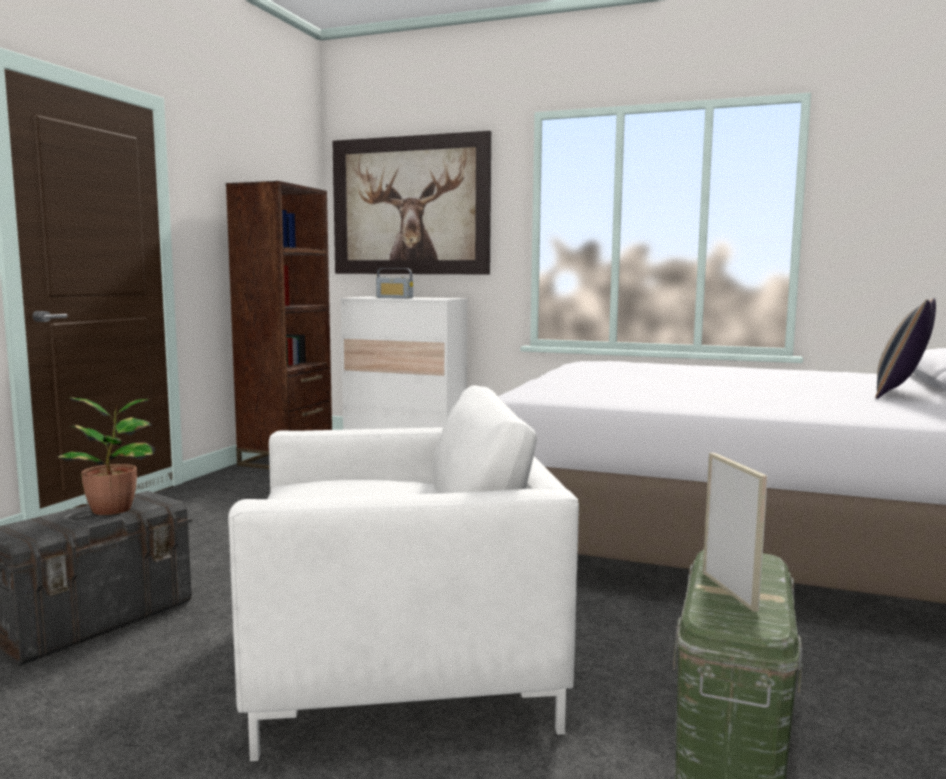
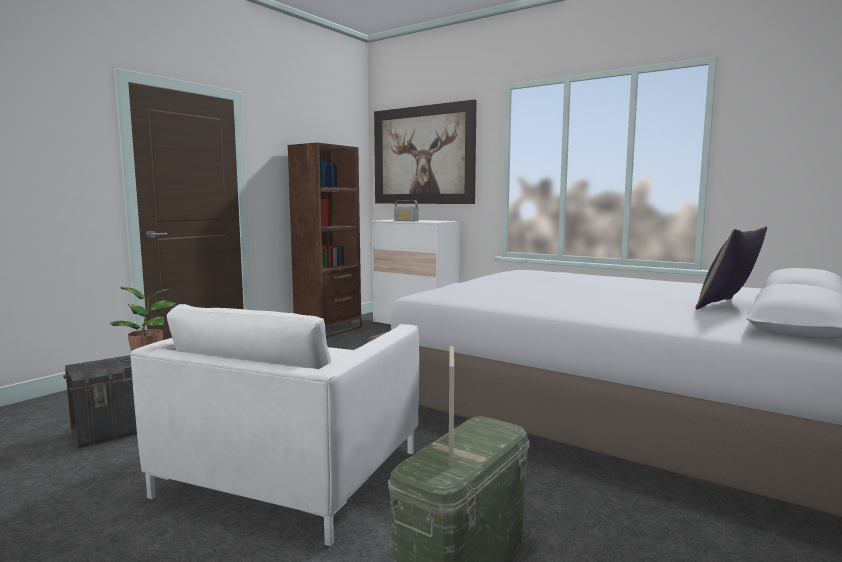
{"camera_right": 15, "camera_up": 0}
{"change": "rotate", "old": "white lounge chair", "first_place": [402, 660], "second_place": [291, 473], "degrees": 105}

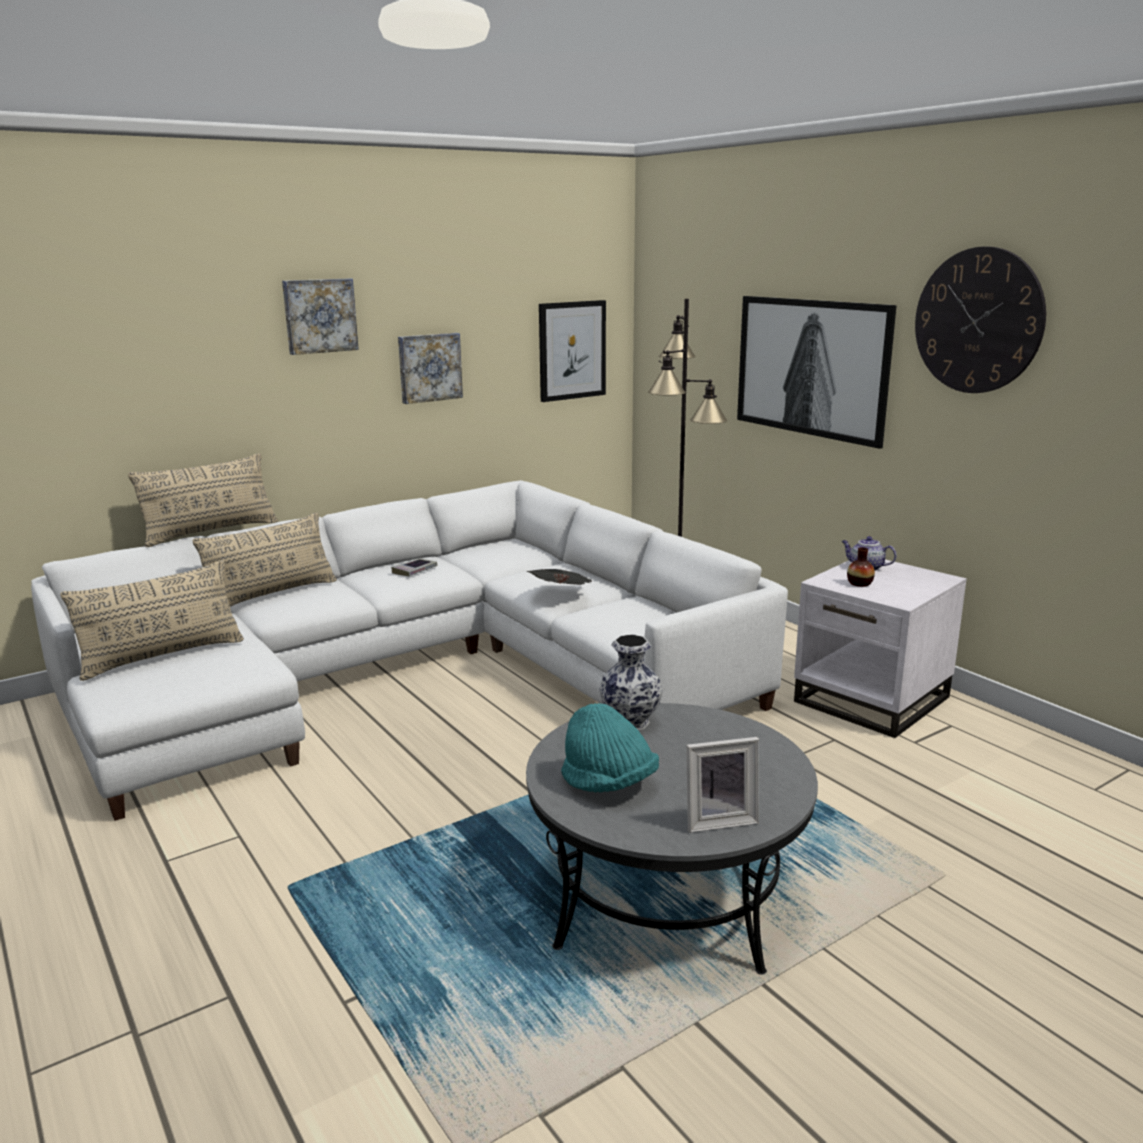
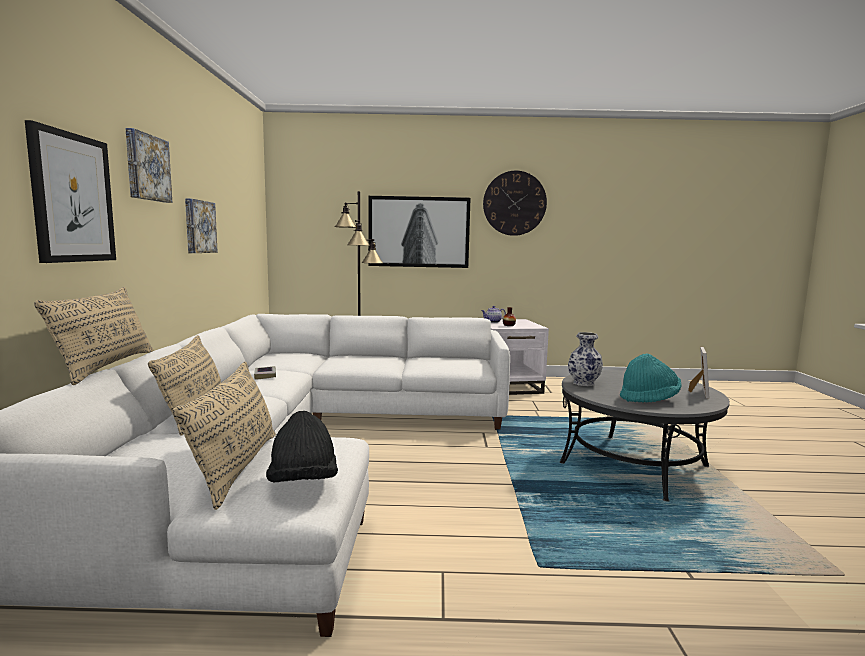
{"camera_right": -55, "camera_up": -10}
{"change": "delete", "old": "daily paper", "first_place": [561, 594]}
{"change": "move", "old": "wall art", "first_place": [572, 350], "second_place": [72, 198]}
{"change": "insert", "new": "blackish hat", "second_place": [303, 483]}

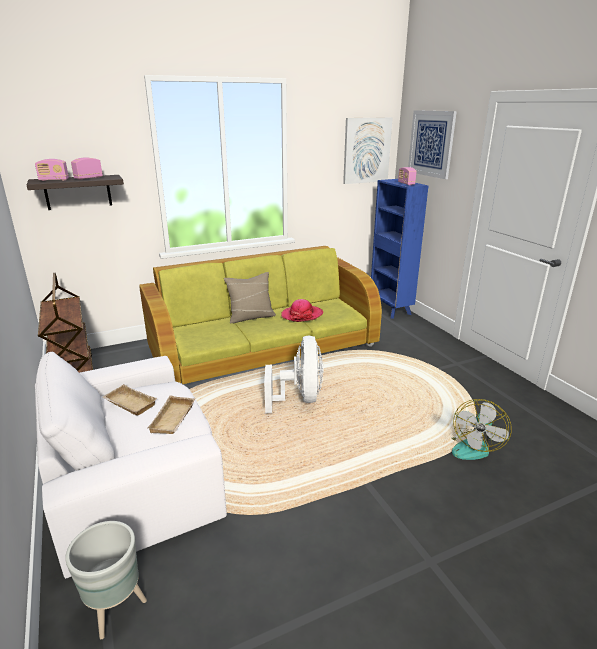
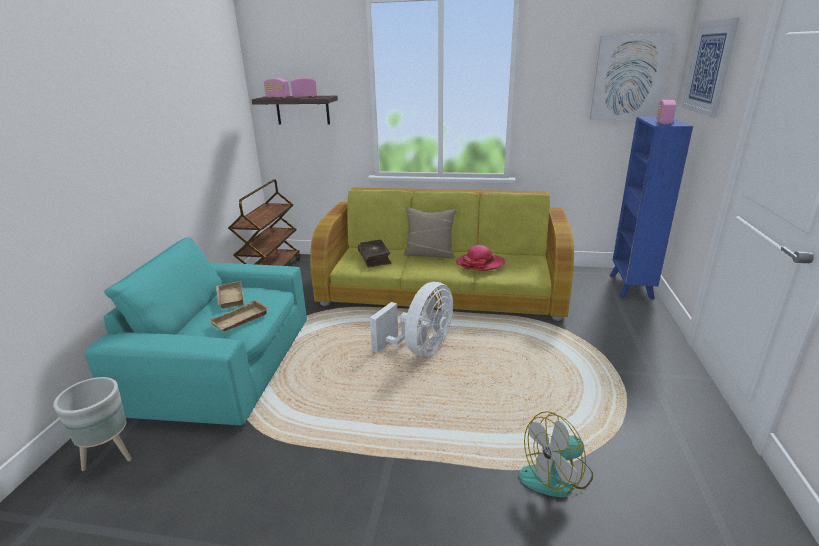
{"camera_right": 35, "camera_up": 0}
{"change": "recolor", "old": "white lounge chair", "new": "turquoise-coloured lounge chair", "first_place": [134, 476], "second_place": [225, 363]}
{"change": "insert", "new": "bound book", "second_place": [375, 258]}

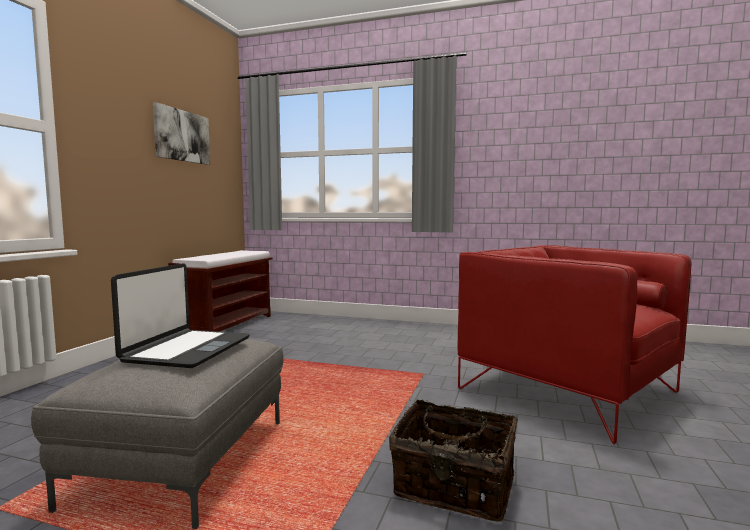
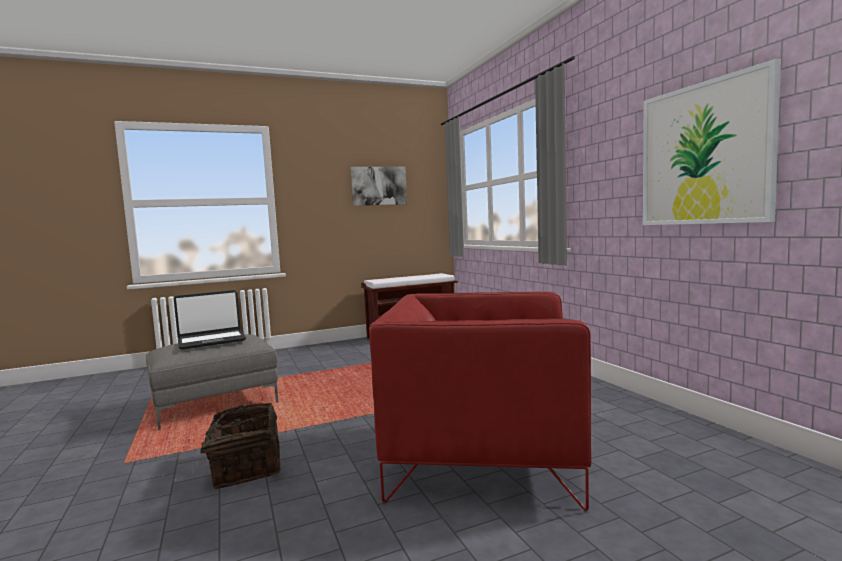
{"camera_right": 50, "camera_up": 0}
{"change": "rotate", "old": "red lounge chair", "first_place": [566, 390], "second_place": [482, 457], "degrees": -90}
{"change": "insert", "new": "wall art", "second_place": [704, 154]}

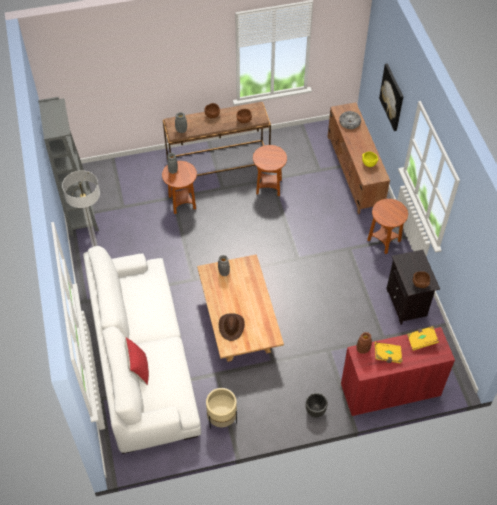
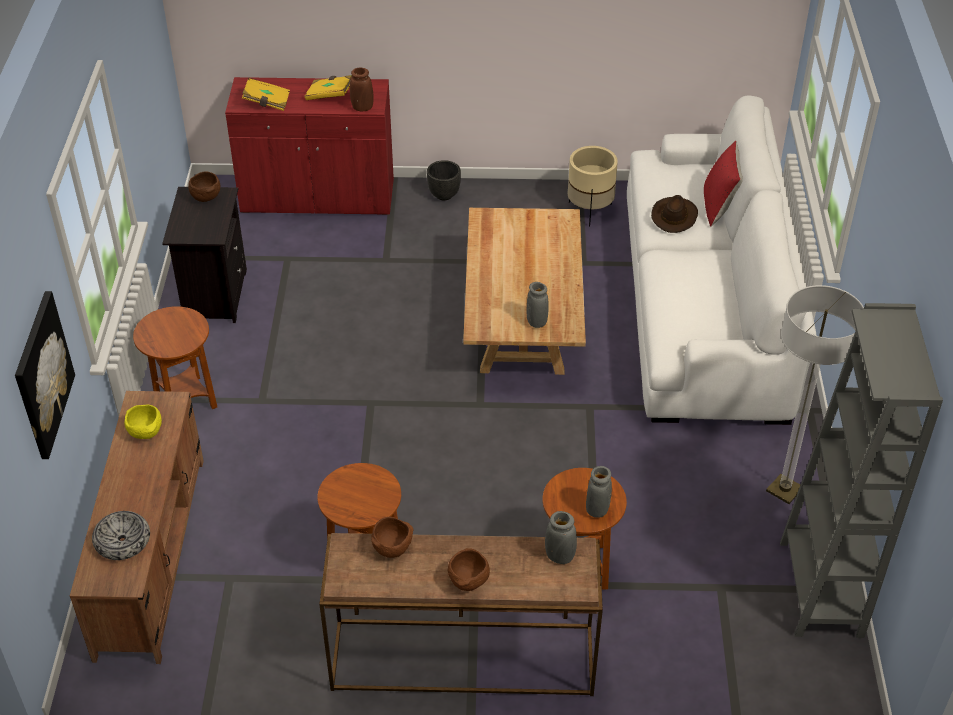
{"camera_right": -165, "camera_up": -10}
{"change": "move", "old": "brown-coloured hat", "first_place": [231, 327], "second_place": [674, 216]}

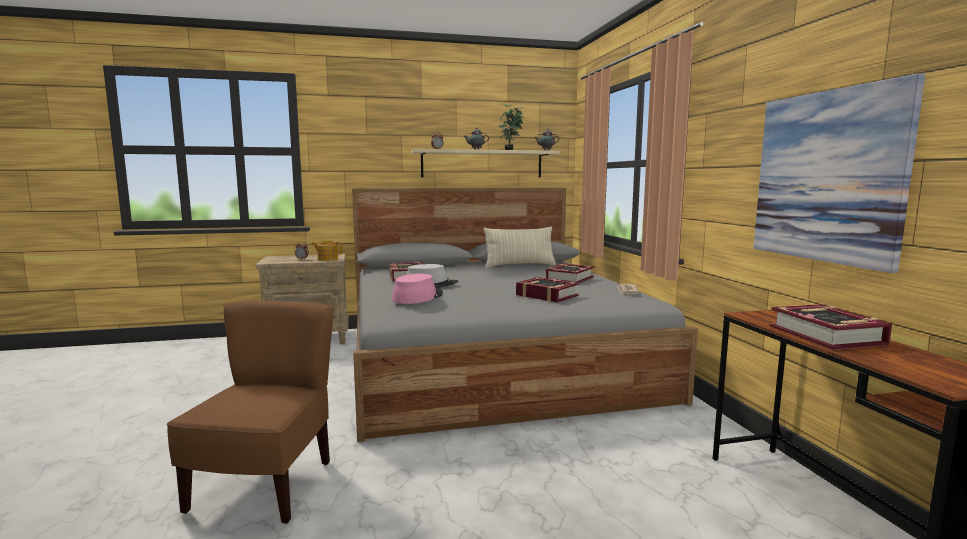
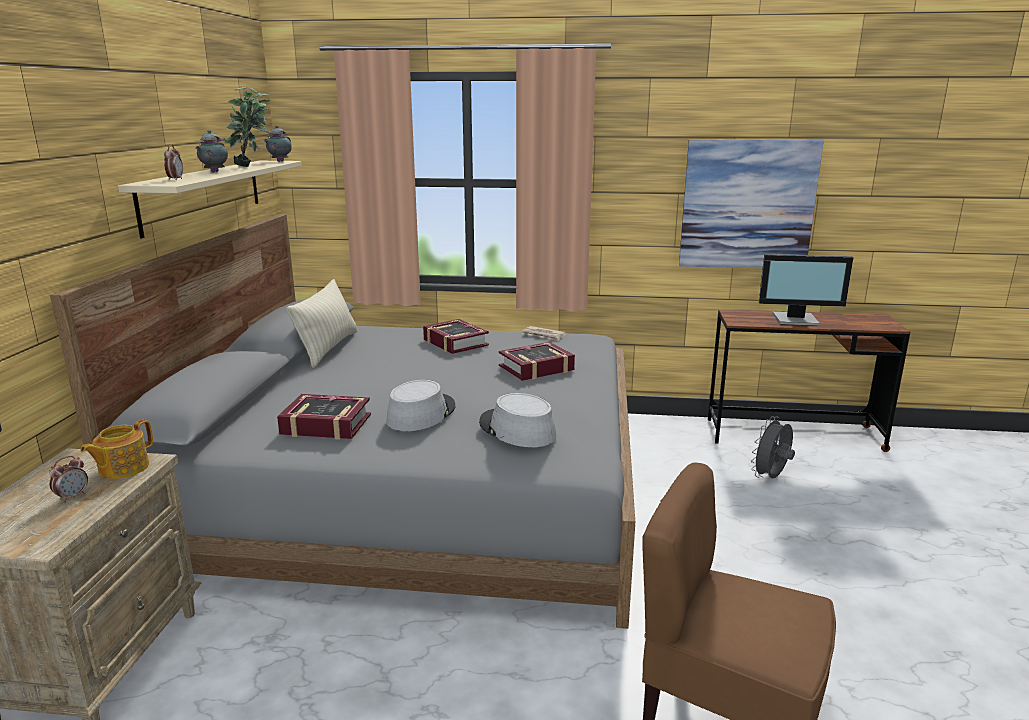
{"camera_right": -70, "camera_up": 10}
{"change": "recolor", "old": "pink hat", "new": "grey hat", "first_place": [417, 297], "second_place": [517, 429]}
{"change": "replace", "old": "bound book", "new": "monitor", "first_place": [826, 335], "second_place": [796, 320]}
{"change": "insert", "new": "grey fan", "second_place": [771, 477]}

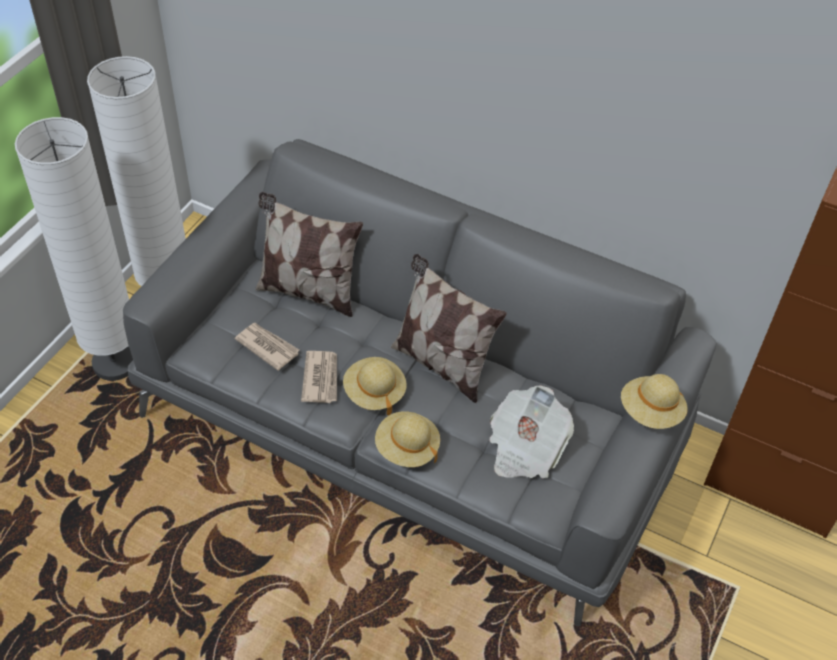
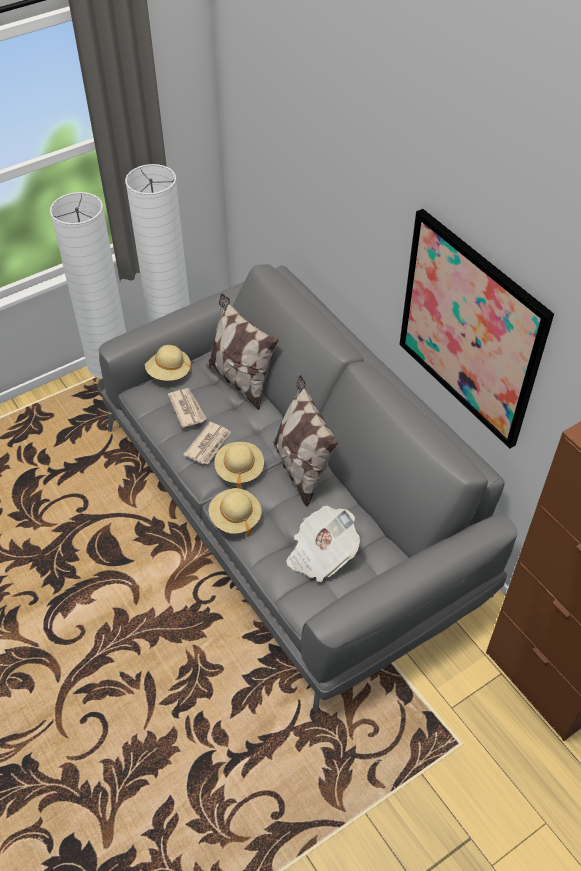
{"camera_right": 30, "camera_up": 0}
{"change": "move", "old": "sand-coloured hat", "first_place": [650, 412], "second_place": [168, 372]}
{"change": "insert", "new": "wall art", "second_place": [470, 329]}

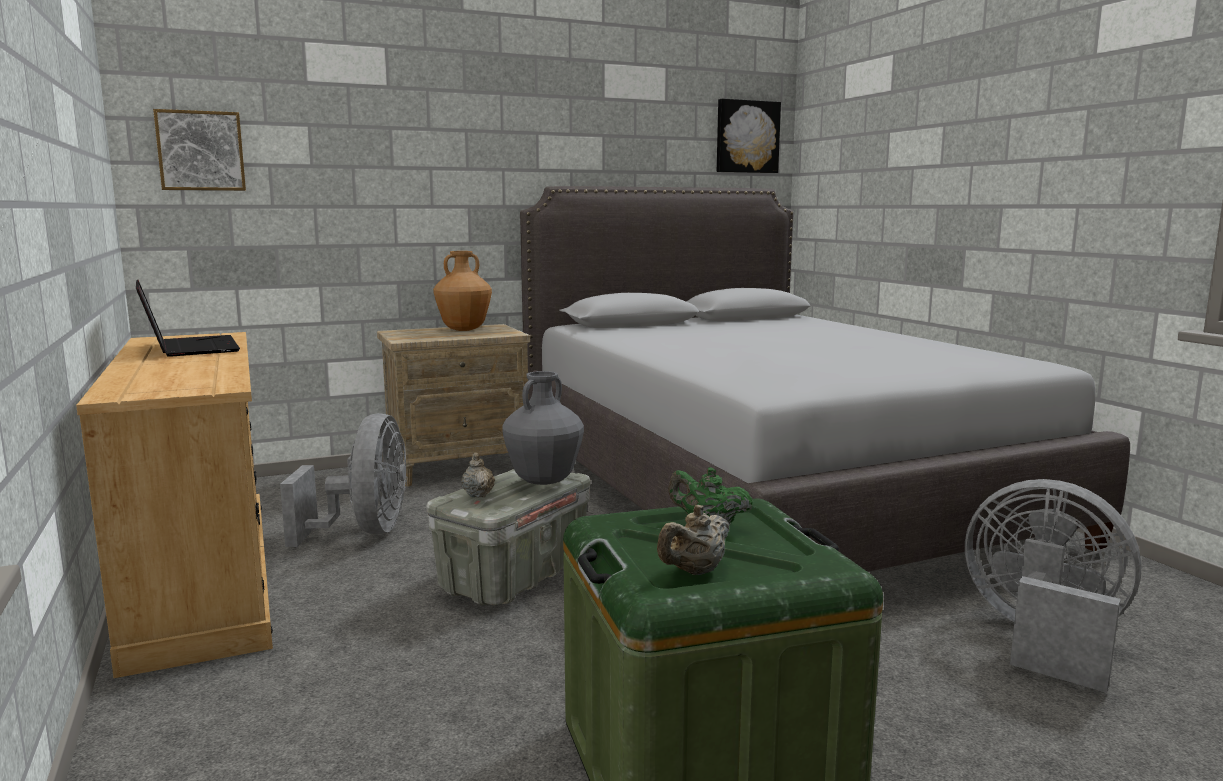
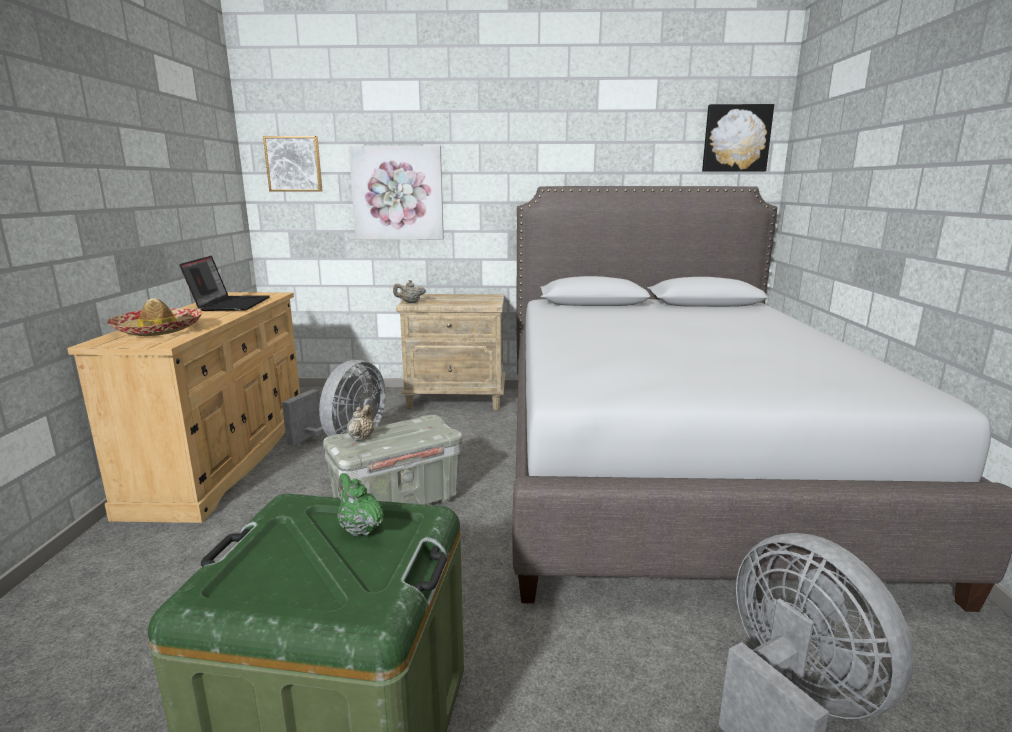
{"camera_right": 25, "camera_up": 5}
{"change": "delete", "old": "brown-coloured flower vase", "first_place": [464, 329]}
{"change": "delete", "old": "grey flower vase", "first_place": [543, 481]}
{"change": "move", "old": "sand-coloured tea pot", "first_place": [694, 571], "second_place": [410, 302]}
{"change": "insert", "new": "hat", "second_place": [158, 330]}
{"change": "insert", "new": "wall art", "second_place": [398, 193]}

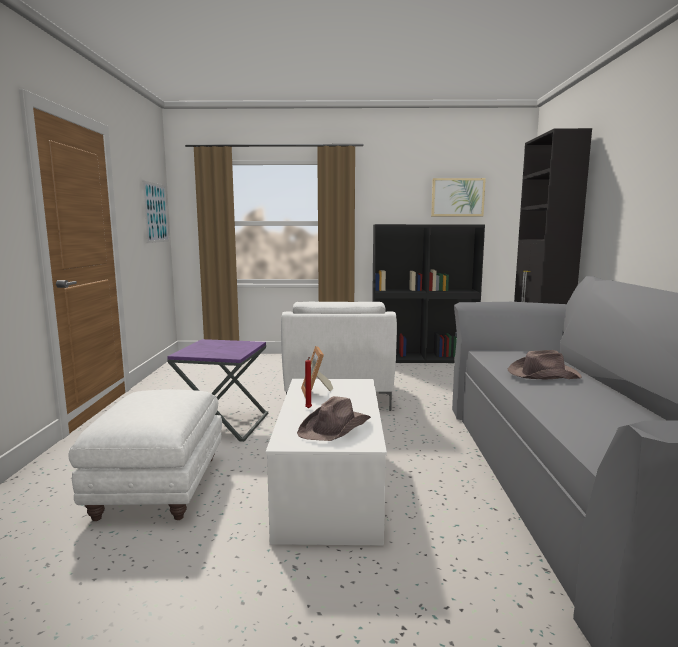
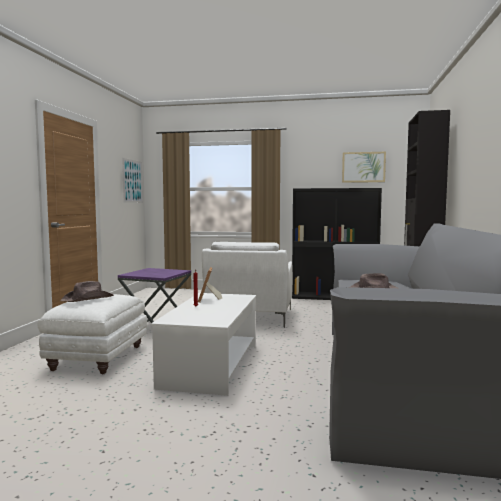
{"camera_right": 10, "camera_up": -5}
{"change": "move", "old": "brown-coloured hat", "first_place": [335, 427], "second_place": [88, 299]}

